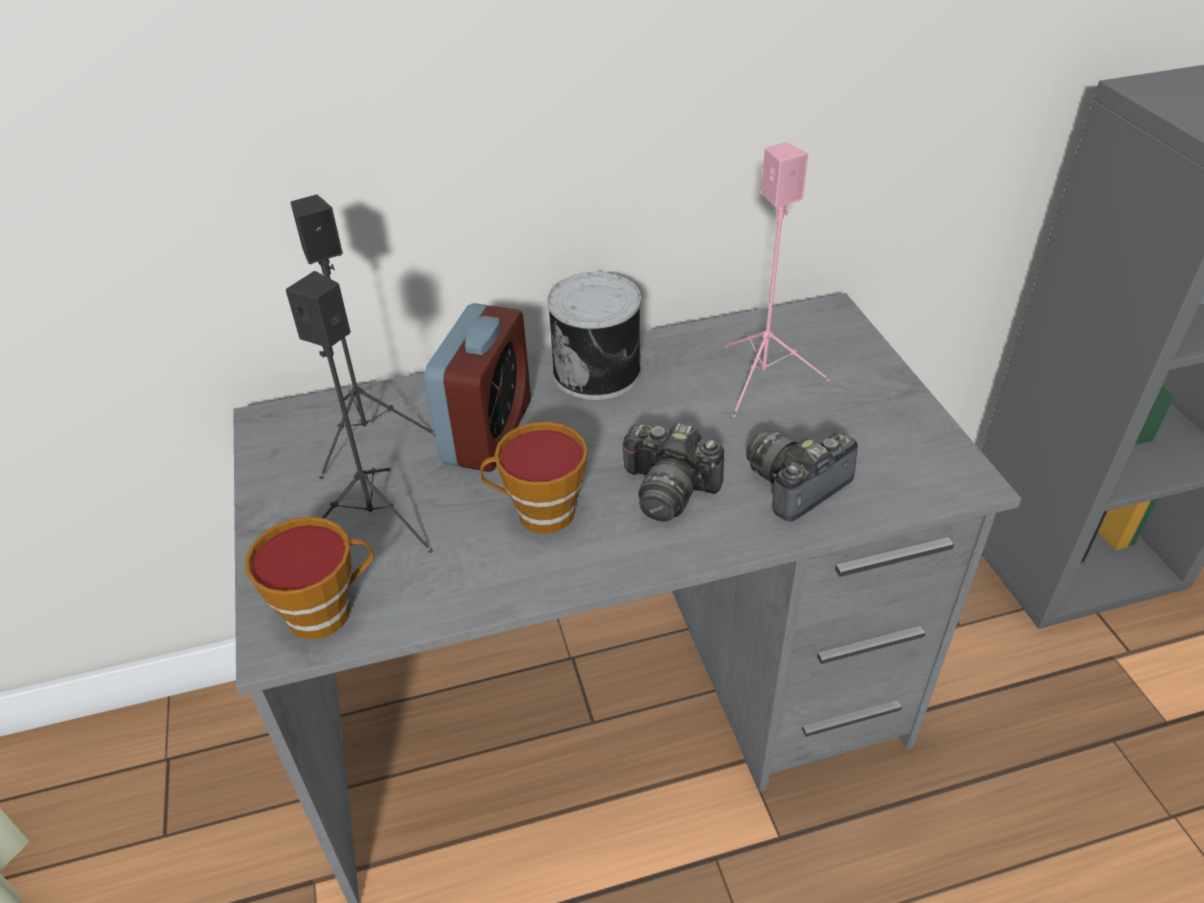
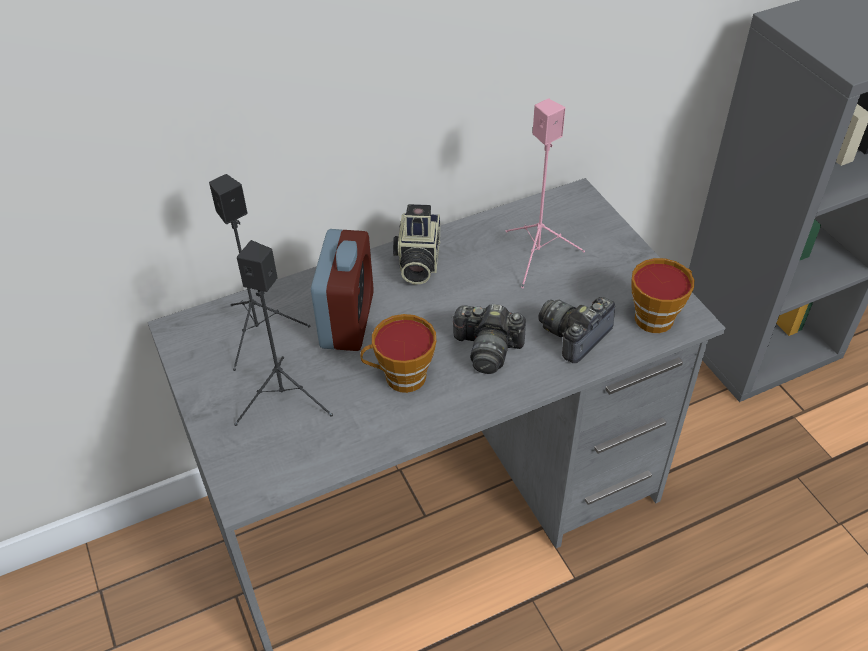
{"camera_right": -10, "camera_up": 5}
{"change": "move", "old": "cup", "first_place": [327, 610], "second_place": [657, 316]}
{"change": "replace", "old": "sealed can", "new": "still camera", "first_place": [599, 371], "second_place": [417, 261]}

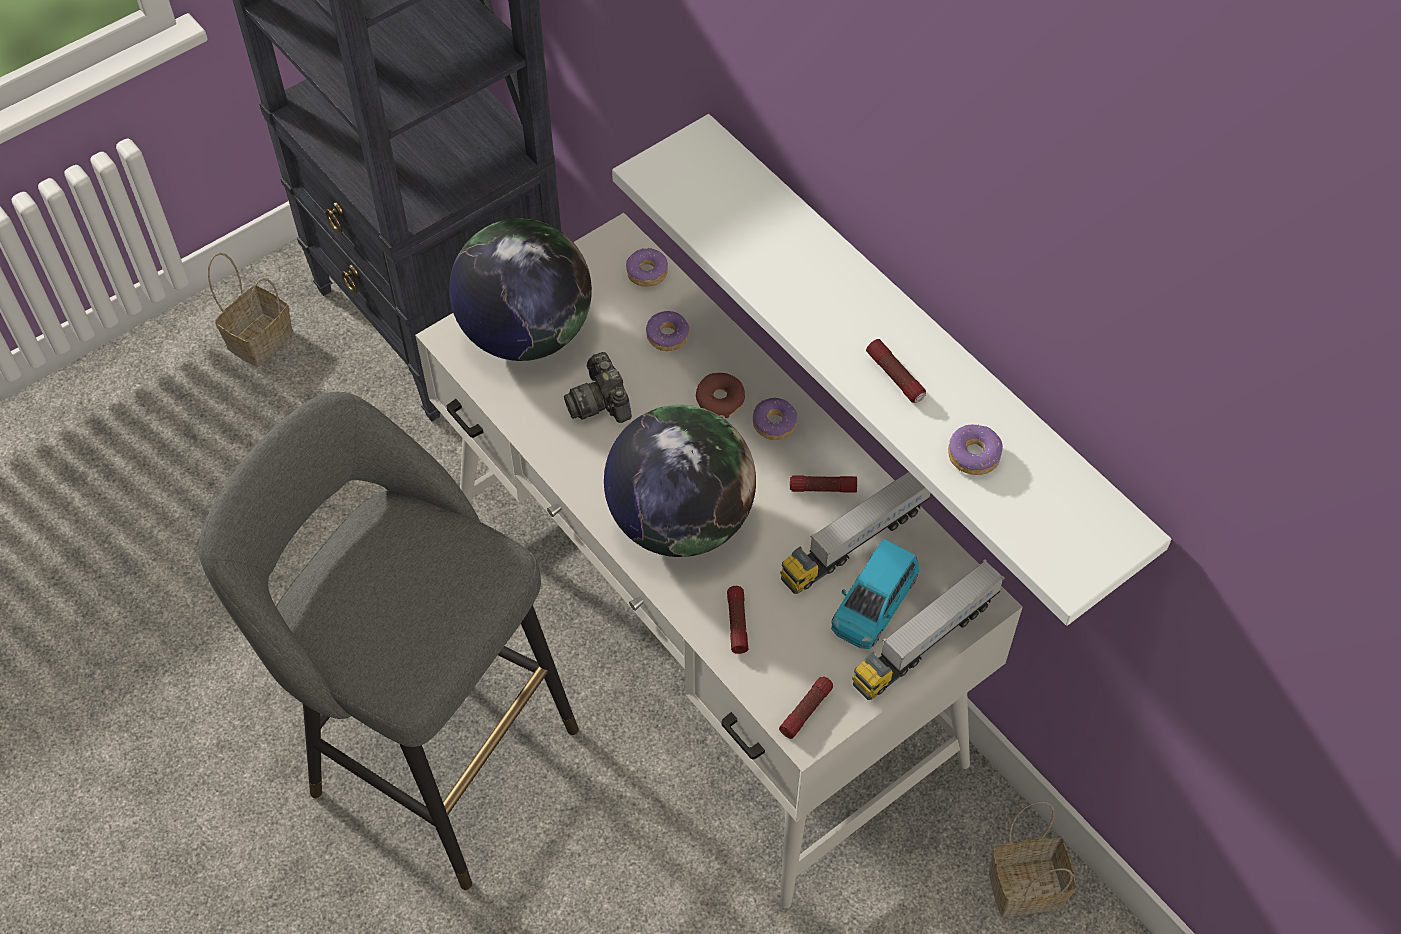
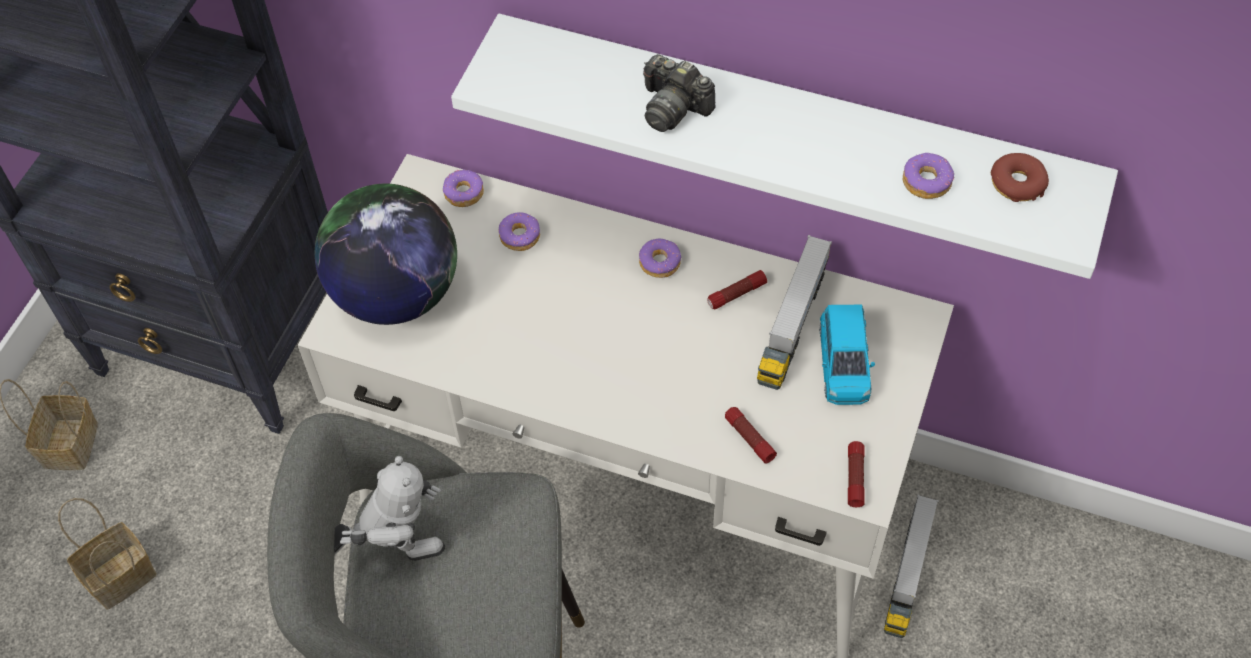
{"camera_right": -30, "camera_up": 0}
{"change": "move", "old": "still camera", "first_place": [600, 402], "second_place": [673, 107]}
{"change": "delete", "old": "globe", "first_place": [680, 520]}
{"change": "move", "old": "doughnut", "first_place": [720, 400], "second_place": [1017, 183]}
{"change": "move", "old": "toy truck", "first_place": [925, 641], "second_place": [908, 573]}
{"change": "delete", "old": "torch", "first_place": [895, 377]}
{"change": "move", "old": "household basket", "first_place": [1028, 885], "second_place": [122, 574]}
{"change": "insert", "new": "model robot", "second_place": [394, 550]}

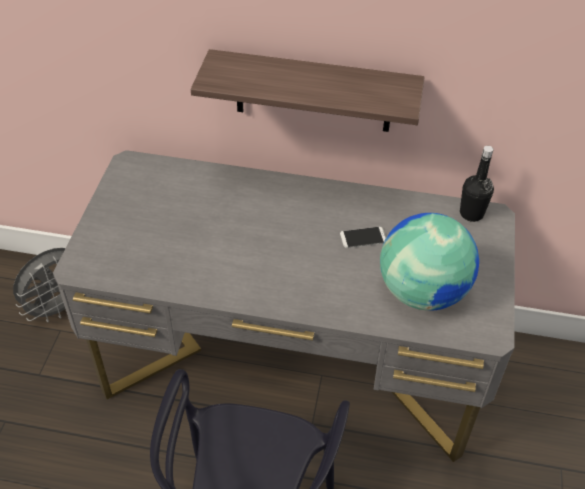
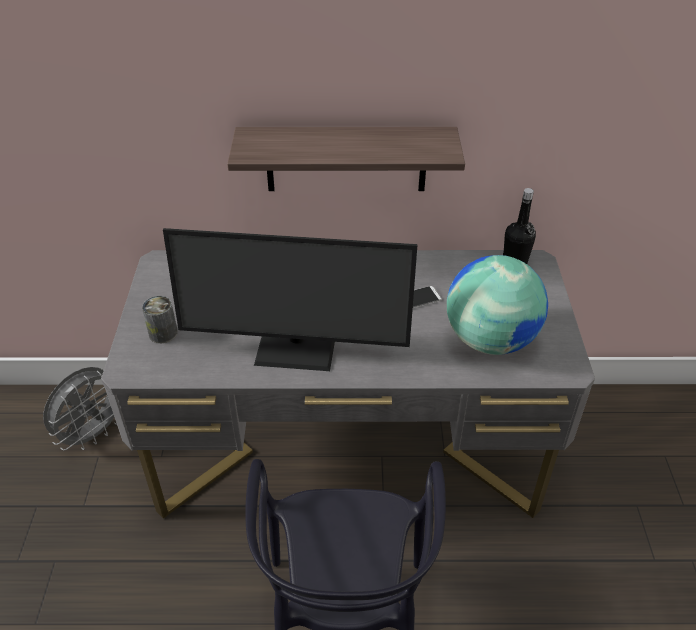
{"camera_right": -10, "camera_up": -5}
{"change": "insert", "new": "sealed can", "second_place": [163, 333]}
{"change": "insert", "new": "monitor", "second_place": [297, 343]}

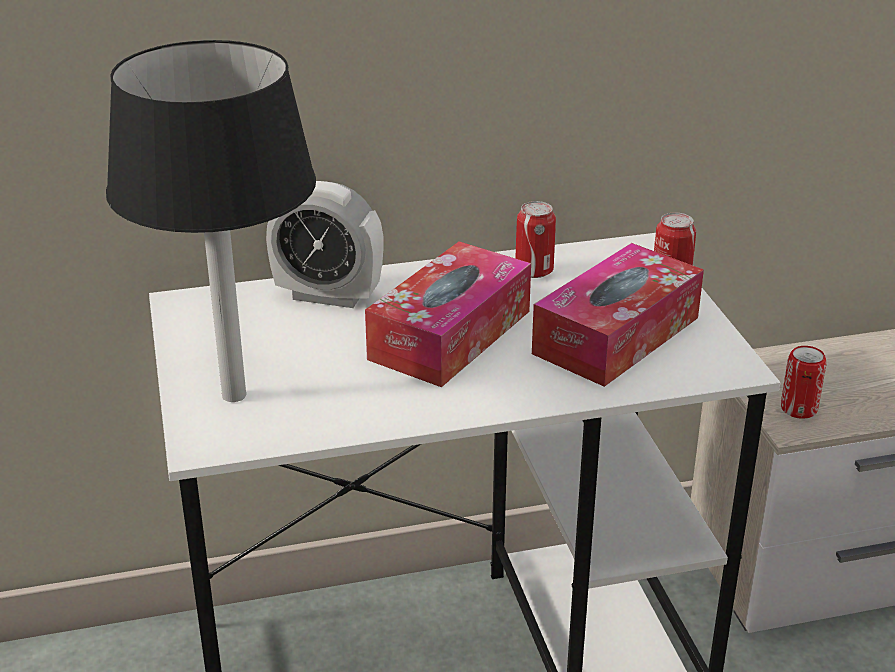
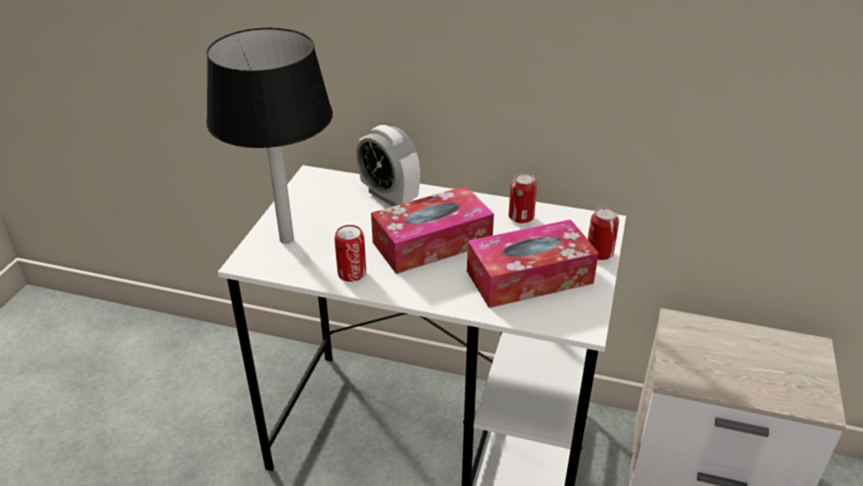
{"camera_right": 30, "camera_up": 5}
{"change": "move", "old": "sealed can", "first_place": [798, 409], "second_place": [352, 273]}

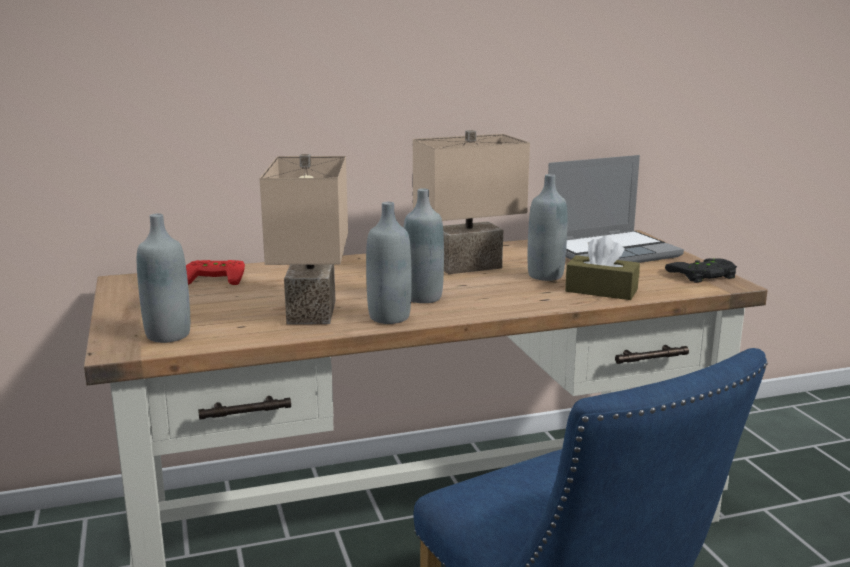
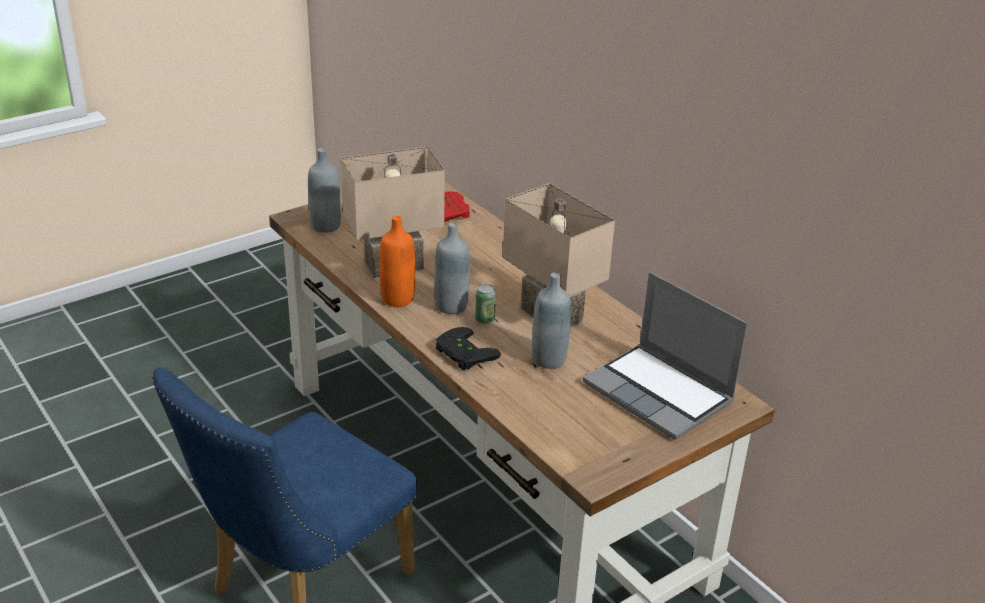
{"camera_right": 70, "camera_up": 15}
{"change": "recolor", "old": "grey beverage bottle", "new": "orange-coloured beverage bottle", "first_place": [389, 317], "second_place": [397, 299]}
{"change": "delete", "old": "brown-coloured tissue holder", "first_place": [601, 290]}
{"change": "move", "old": "blackish joypad", "first_place": [704, 275], "second_place": [462, 354]}
{"change": "insert", "new": "sealed can", "second_place": [484, 319]}

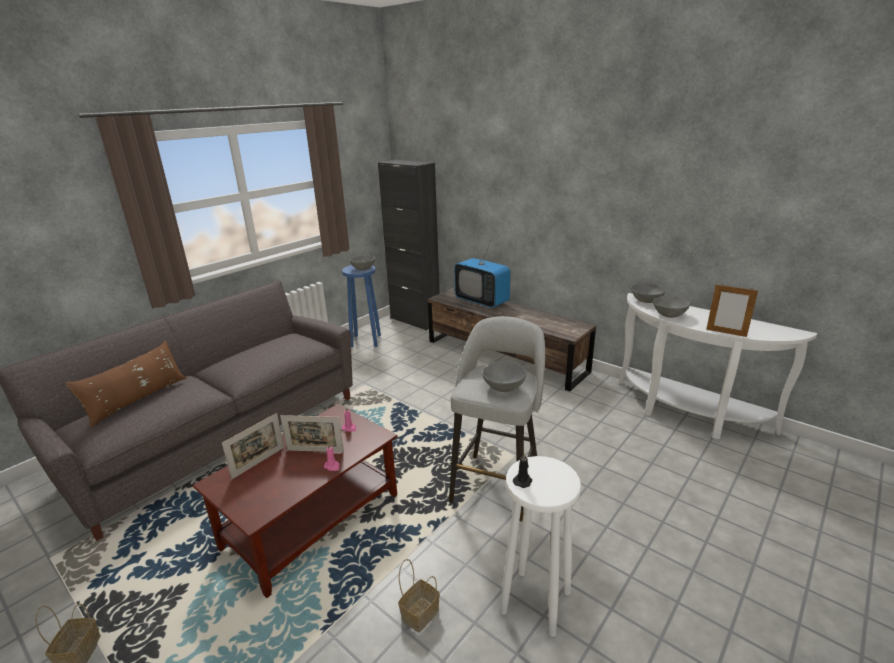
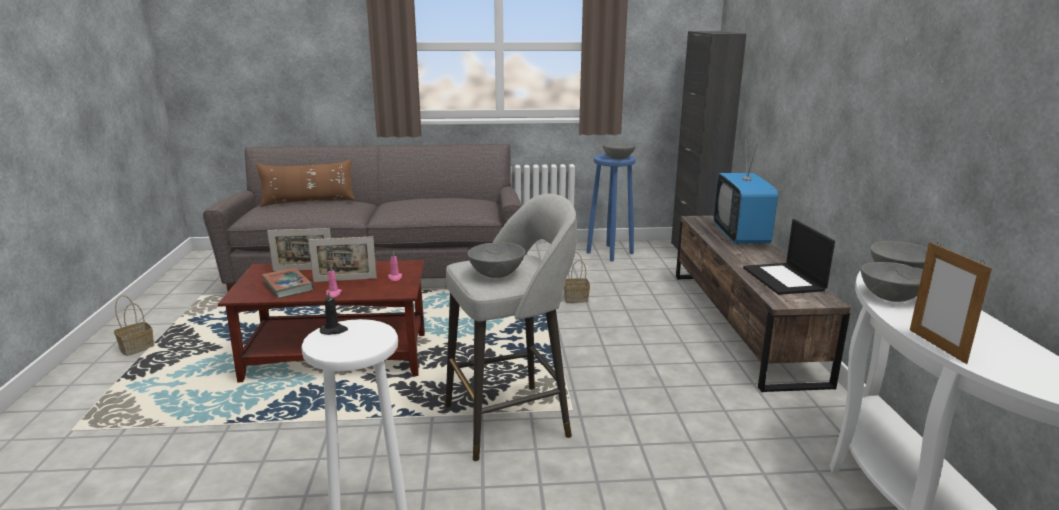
{"camera_right": 45, "camera_up": -5}
{"change": "rotate", "old": "picture frame", "first_place": [315, 451], "second_place": [345, 280], "degrees": -60}
{"change": "move", "old": "household basket", "first_place": [420, 613], "second_place": [576, 298]}
{"change": "insert", "new": "bound book", "second_place": [288, 286]}
{"change": "insert", "new": "laptop", "second_place": [784, 279]}

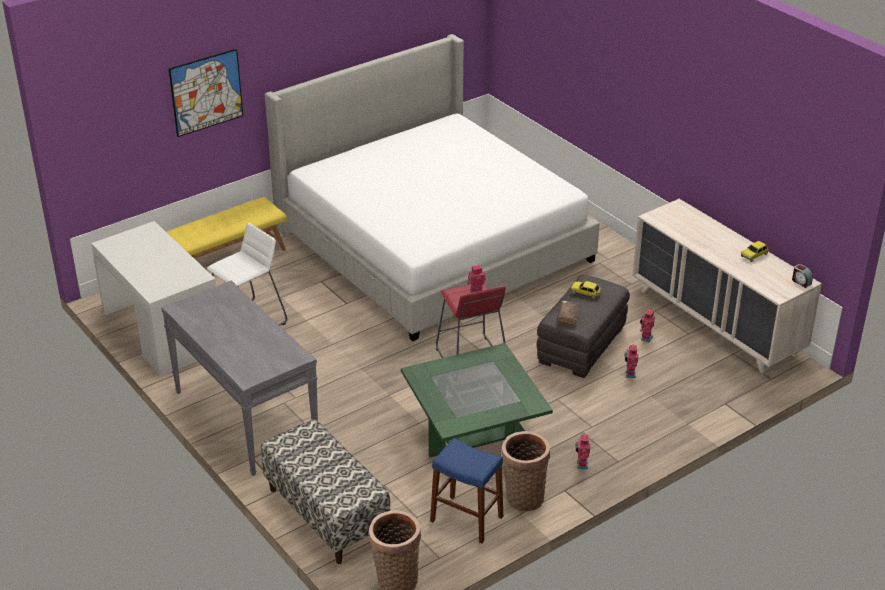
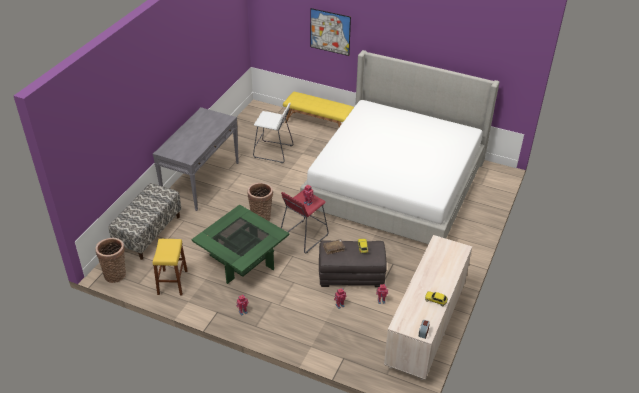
{"camera_right": 60, "camera_up": 5}
{"change": "delete", "old": "white desk unit", "first_place": [162, 331]}
{"change": "recolor", "old": "blue-coloured sitting stool", "new": "yellow-coloured sitting stool", "first_place": [466, 519], "second_place": [172, 282]}
{"change": "move", "old": "household basket", "first_place": [523, 496], "second_place": [261, 216]}

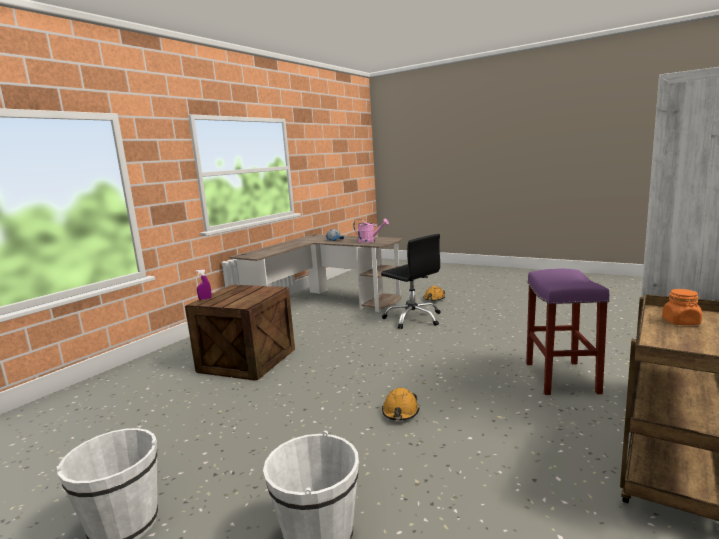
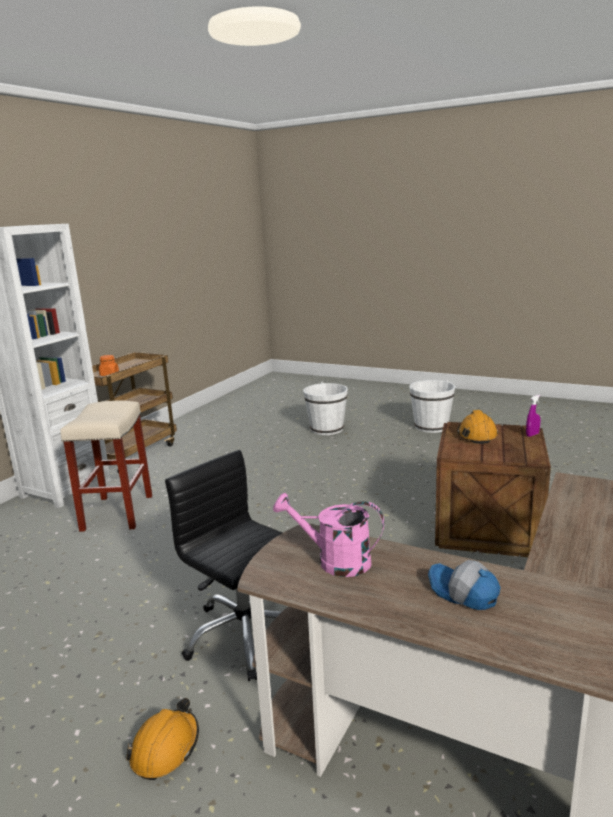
{"camera_right": 175, "camera_up": 5}
{"change": "move", "old": "orange-coloured hard hat", "first_place": [400, 412], "second_place": [477, 435]}
{"change": "recolor", "old": "purple-coloured sitting stool", "new": "sand-coloured sitting stool", "first_place": [562, 378], "second_place": [117, 512]}

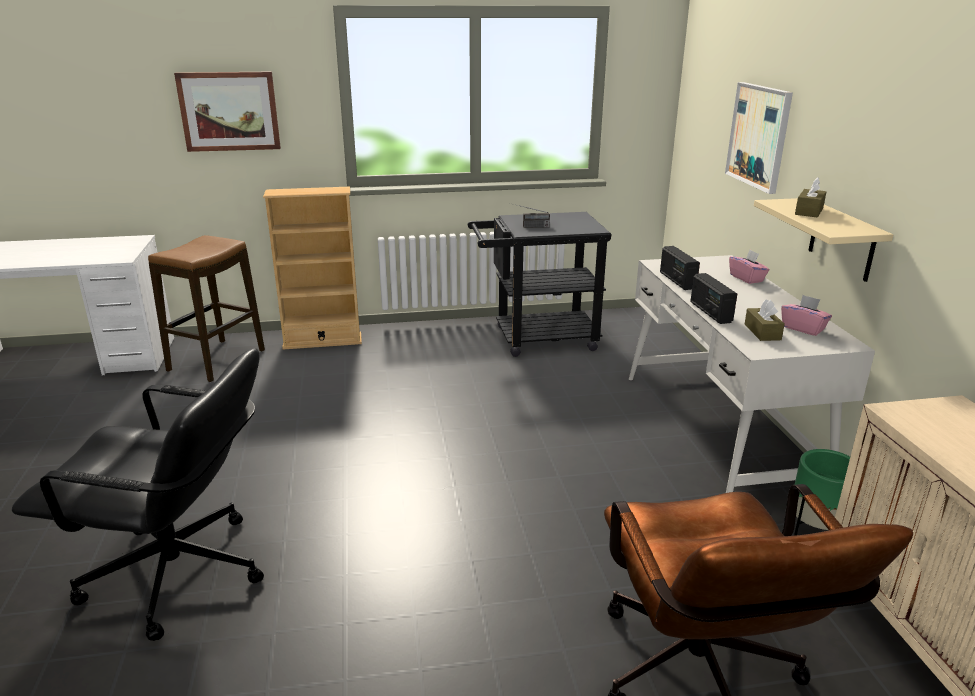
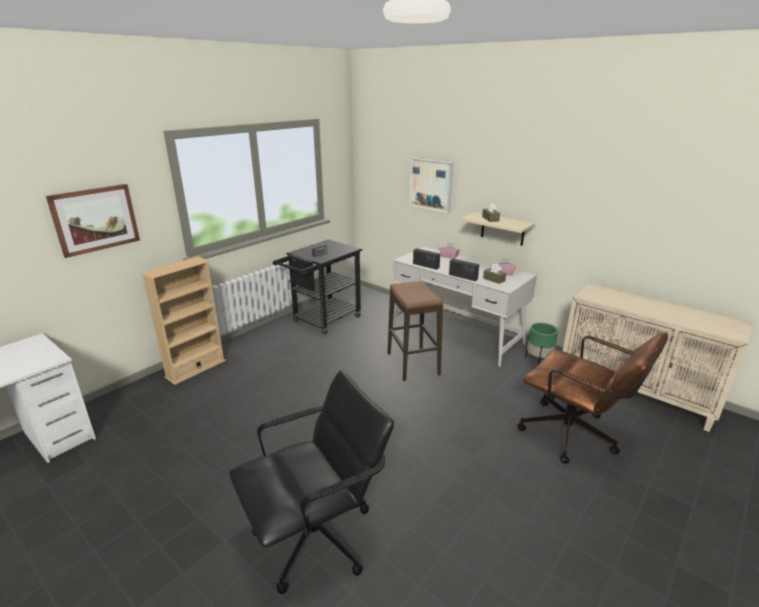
{"camera_right": -40, "camera_up": 0}
{"change": "move", "old": "sitting stool", "first_place": [217, 360], "second_place": [412, 364]}

